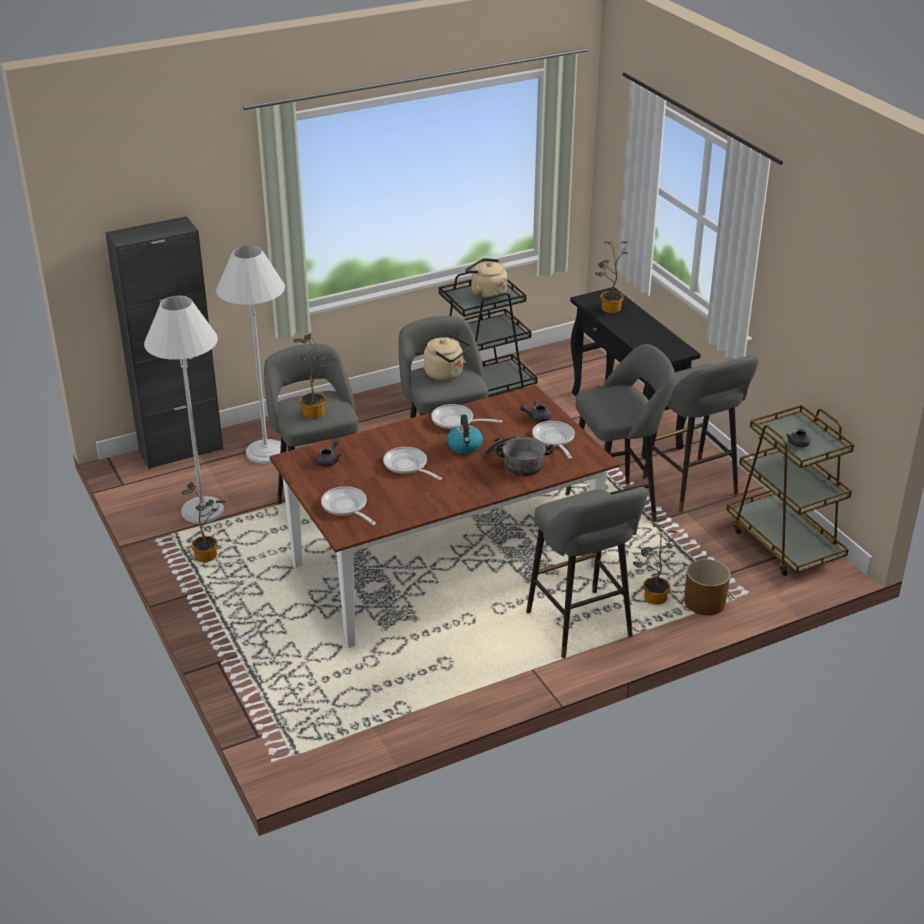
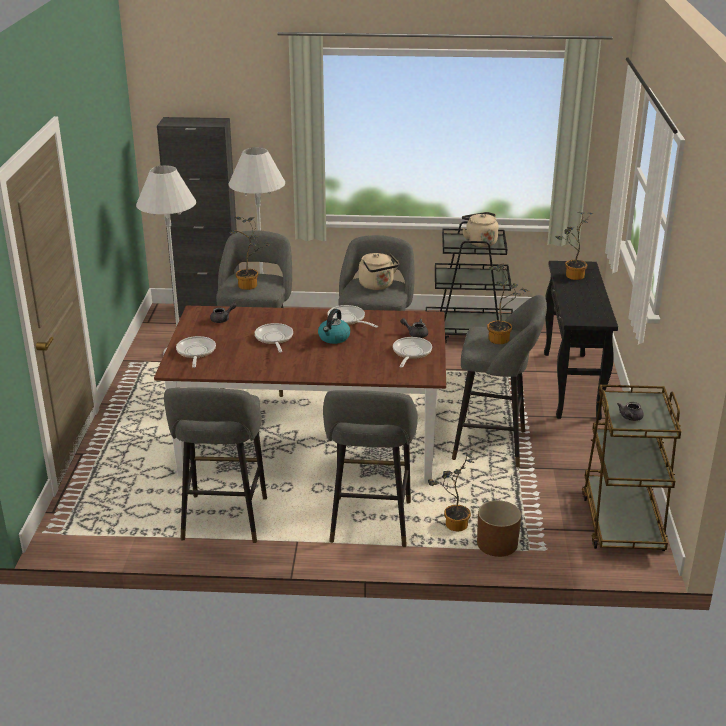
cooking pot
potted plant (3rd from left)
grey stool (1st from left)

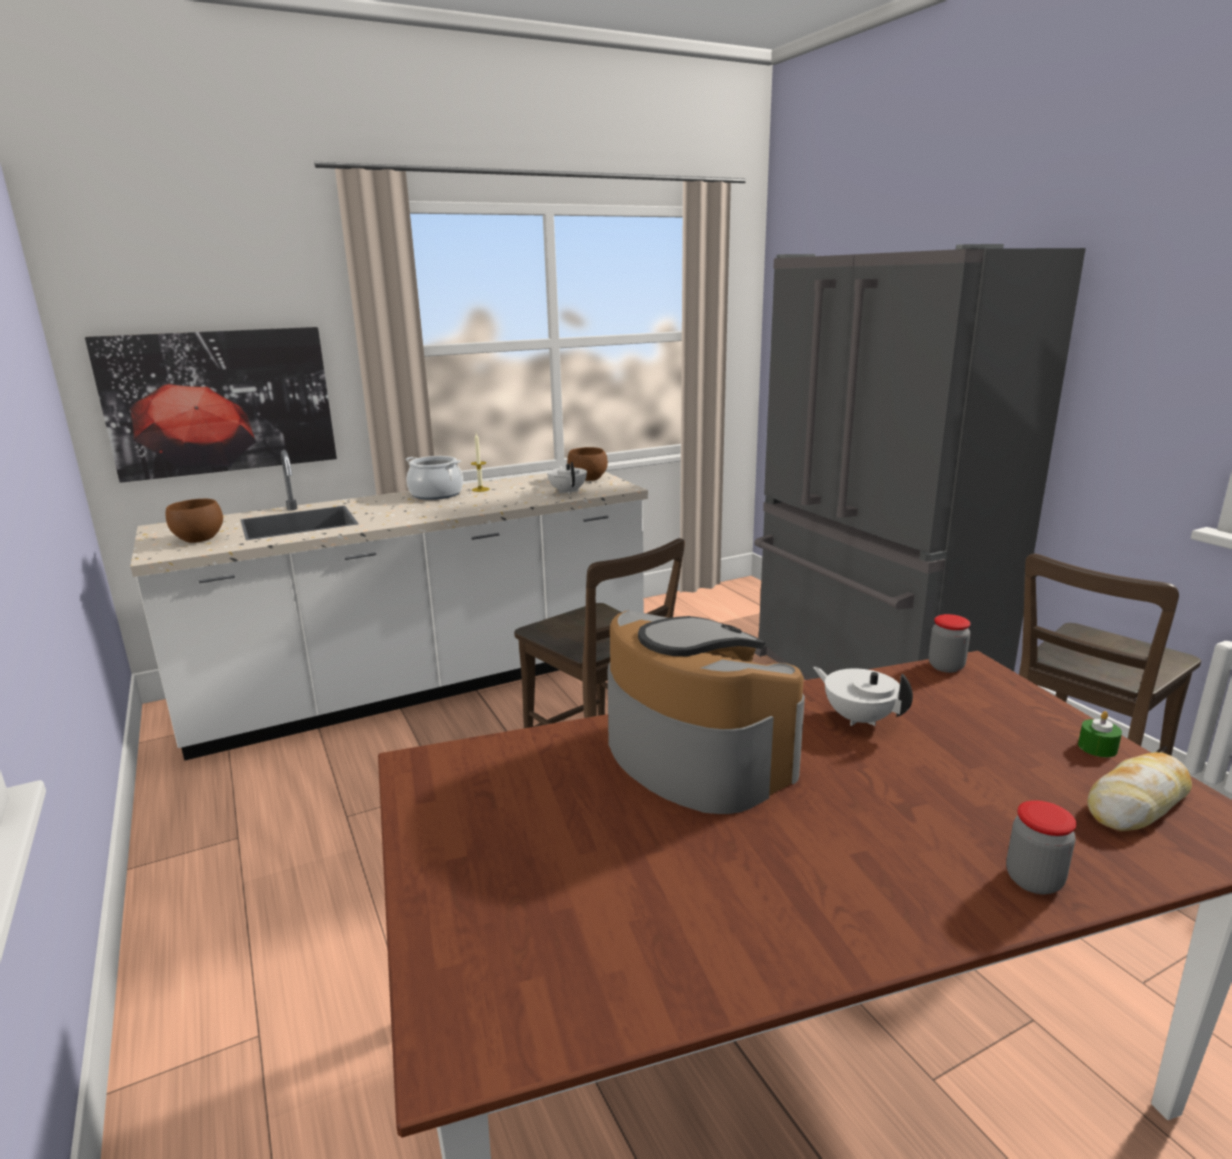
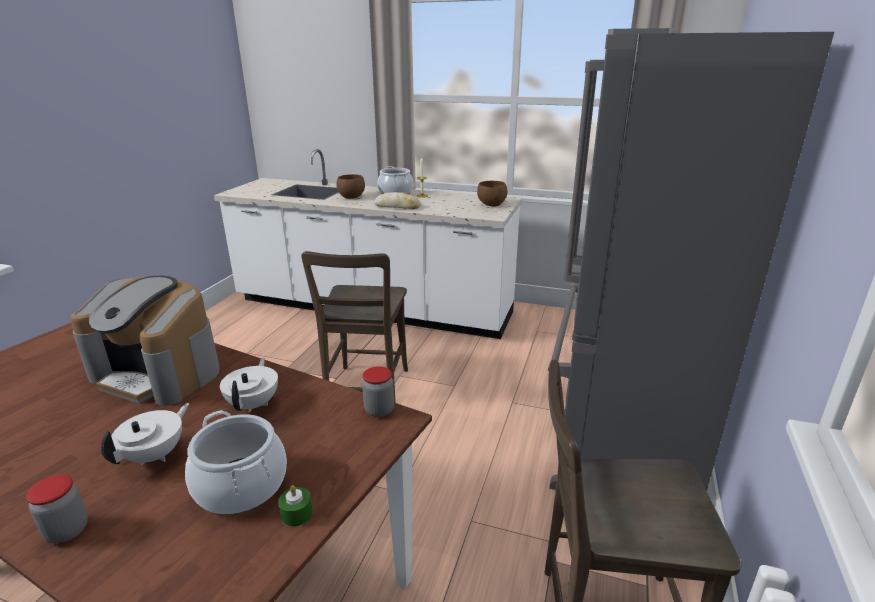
picture
cooking pot (1st from left)
brown bowl (1st from left)
white teapot (1st from left)
bread
coffee machine

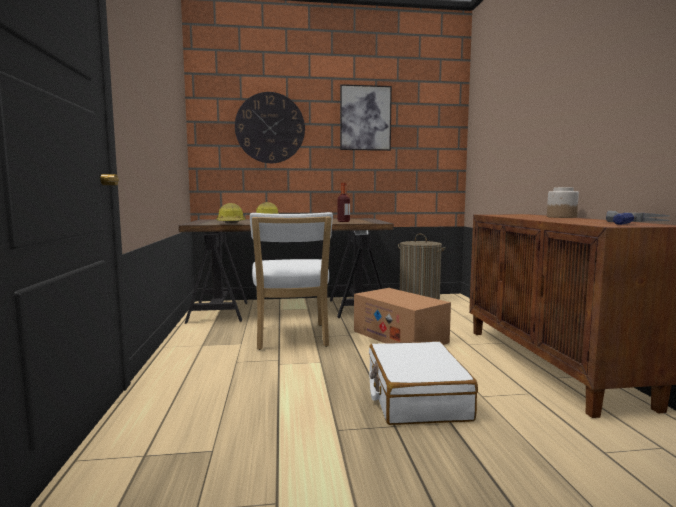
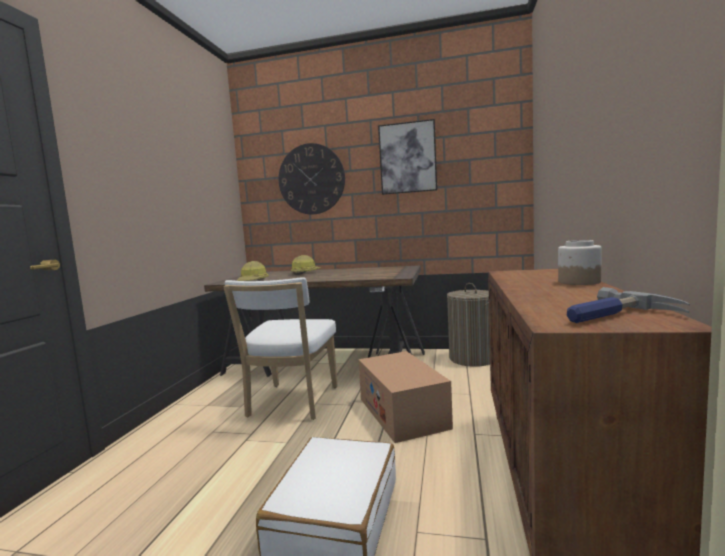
bottle

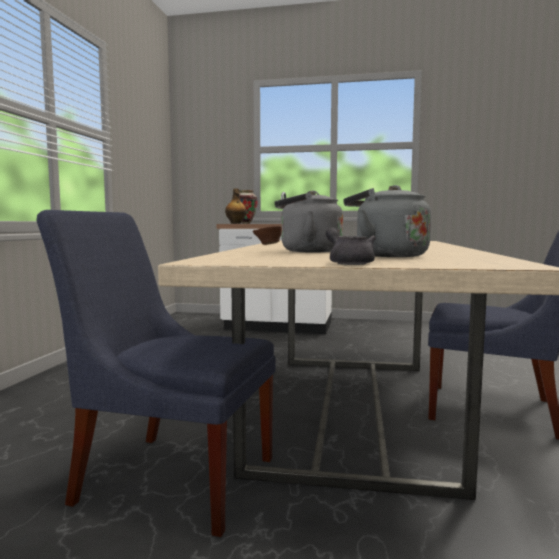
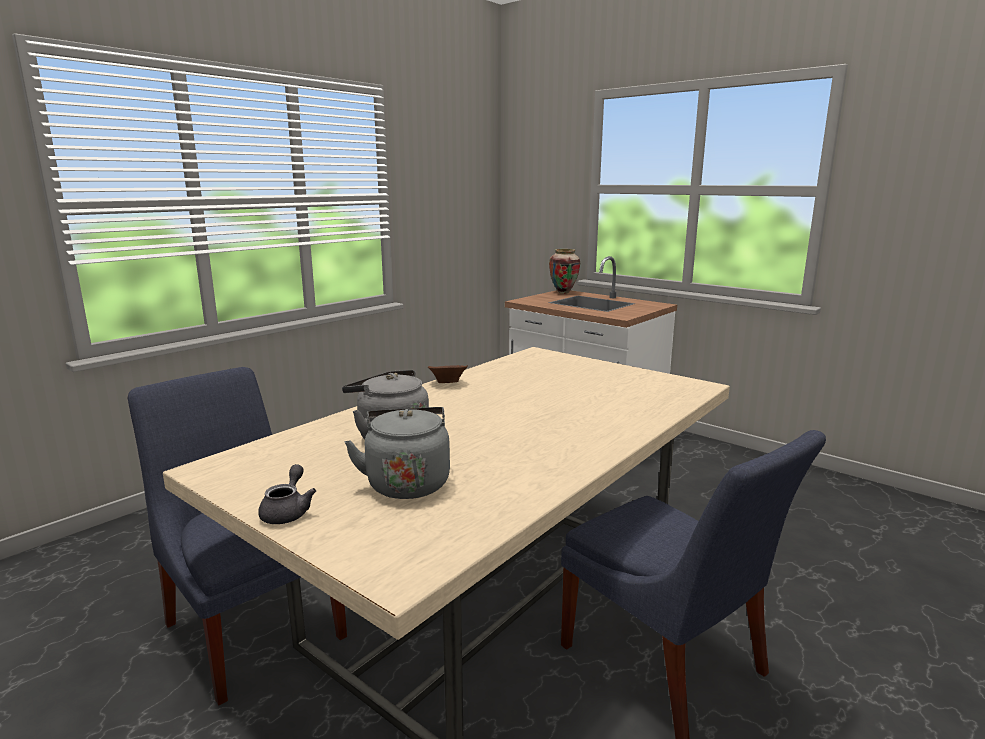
bottle

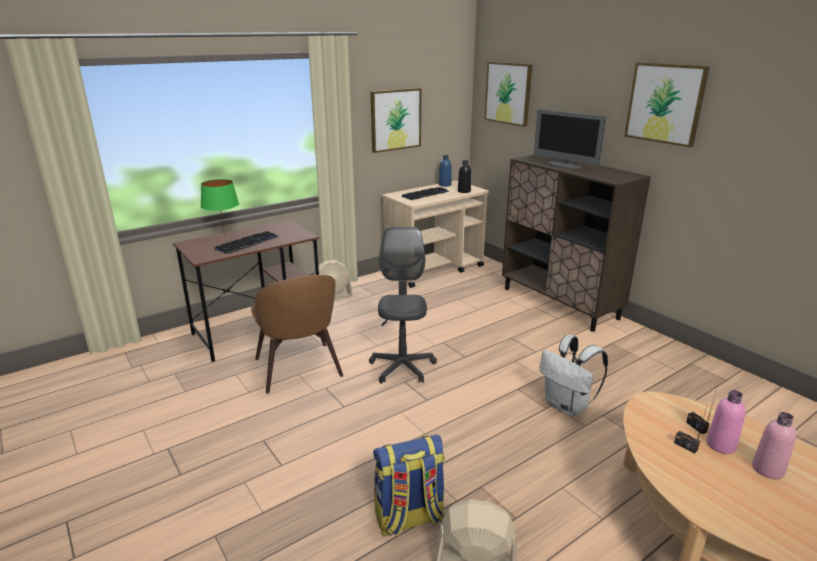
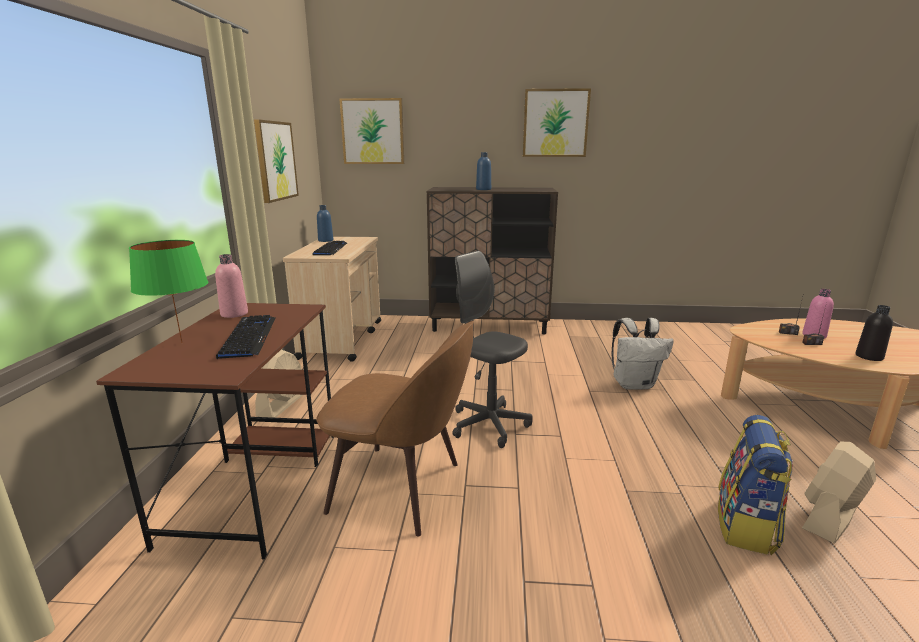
black bottle
pink bottle (1st from left)
blue bottle (2nd from left)

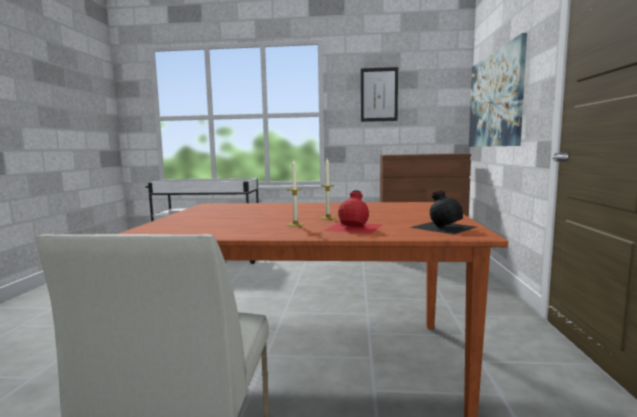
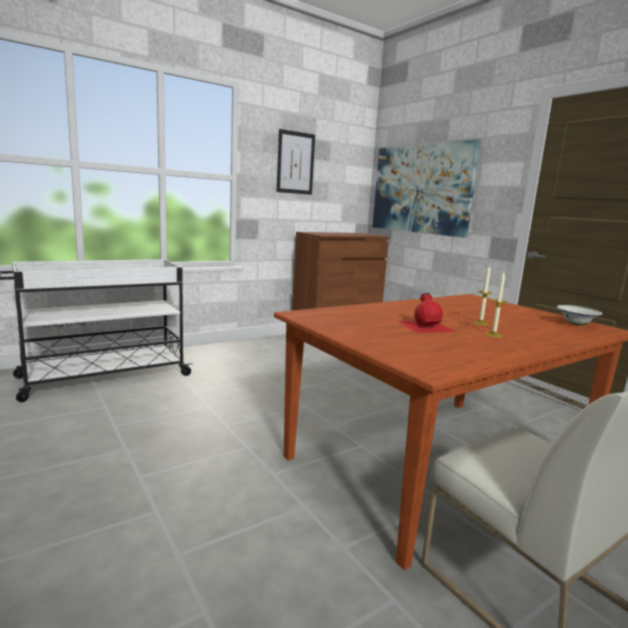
red bottle
white bowl

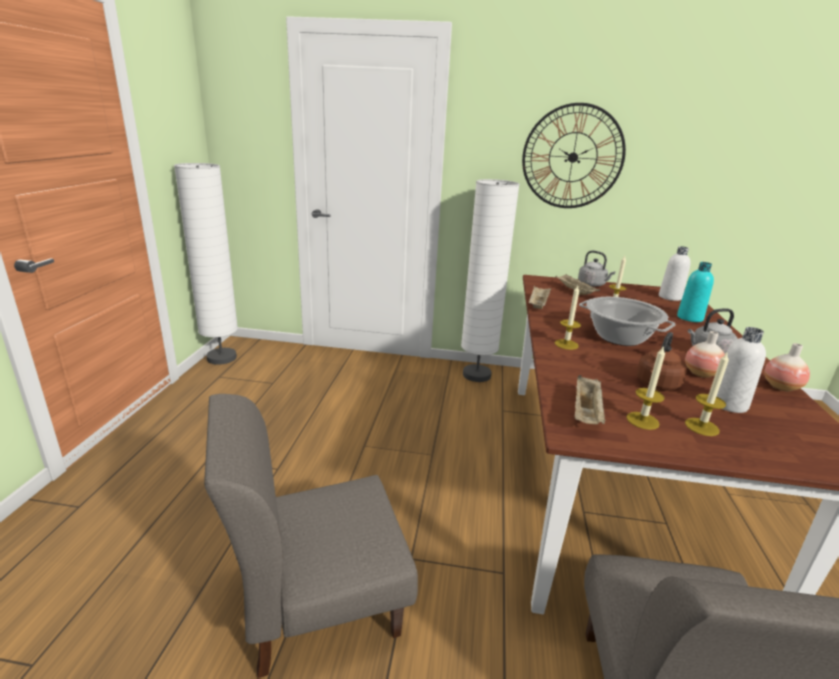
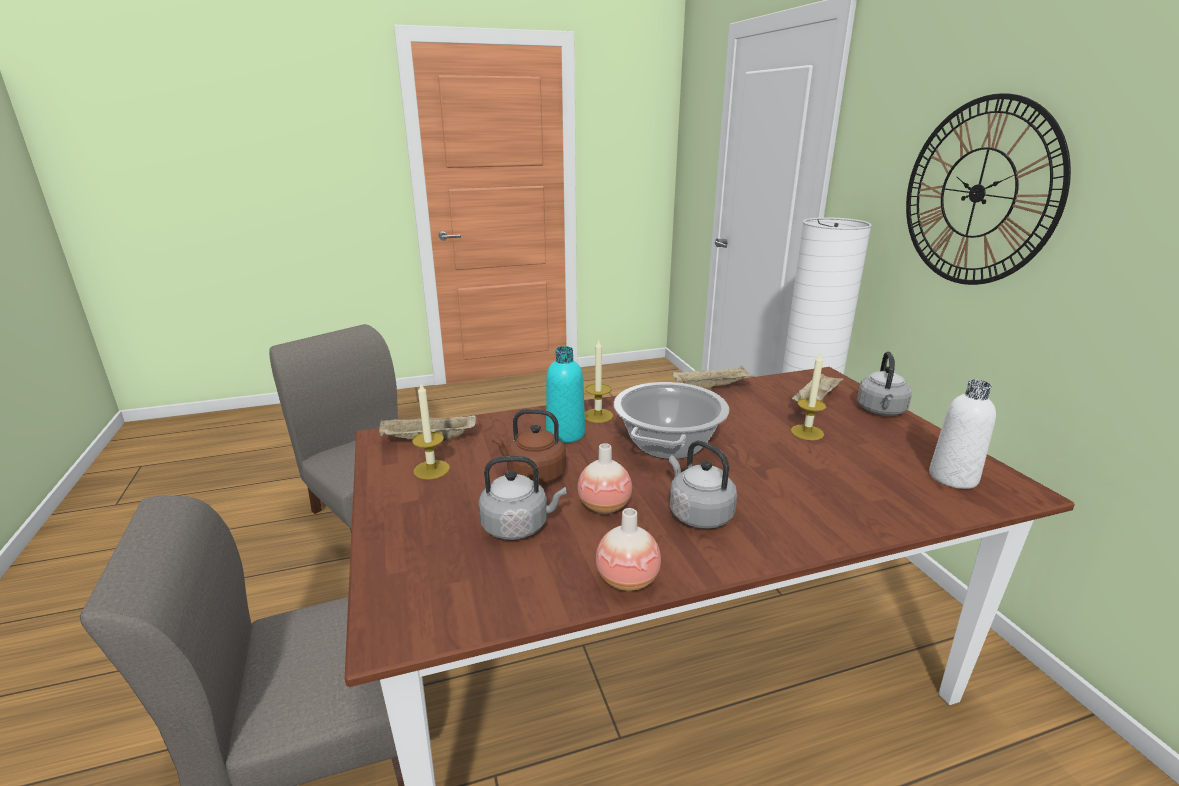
white floor lamp (1st from left in the first image)
candle (4th from left in the first image)
turquoise bottle
grey kettle (1st from left)

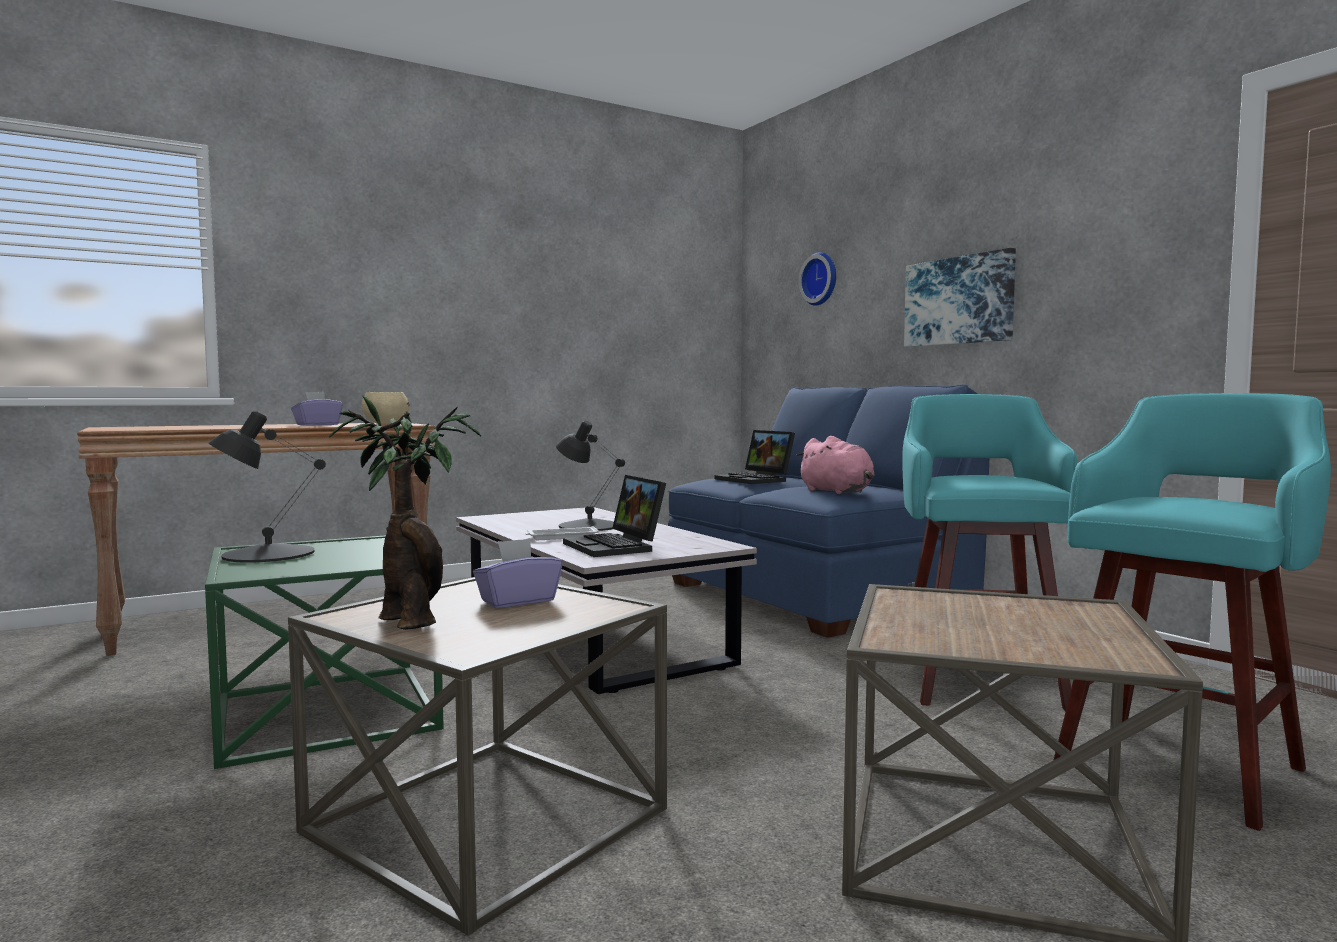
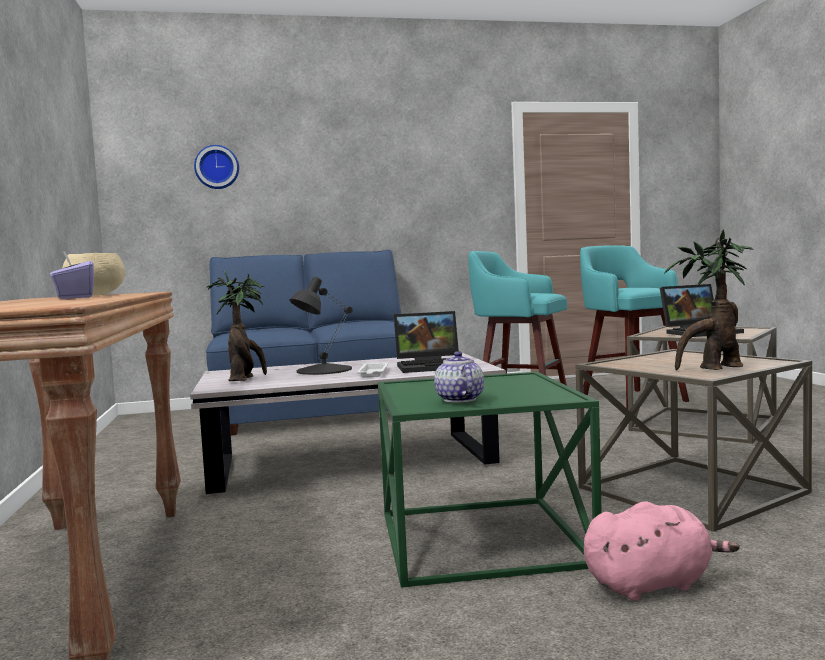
purple tissue box (2nd from left in the first image)
picture
potted plant (1st from left)
laptop (2nd from left)
pink plush toy
teapot

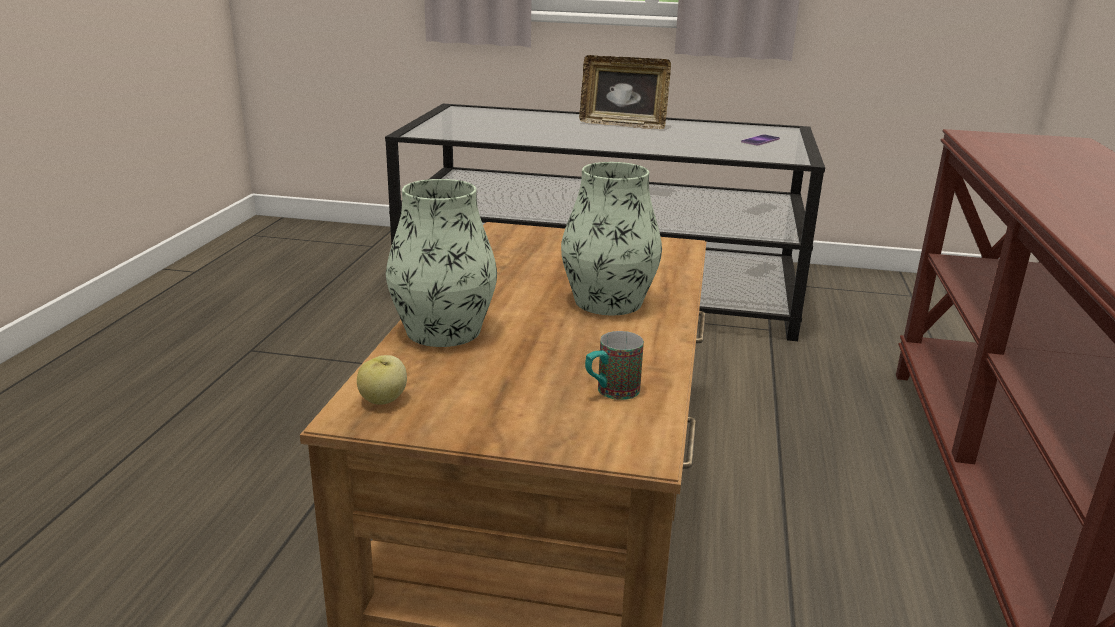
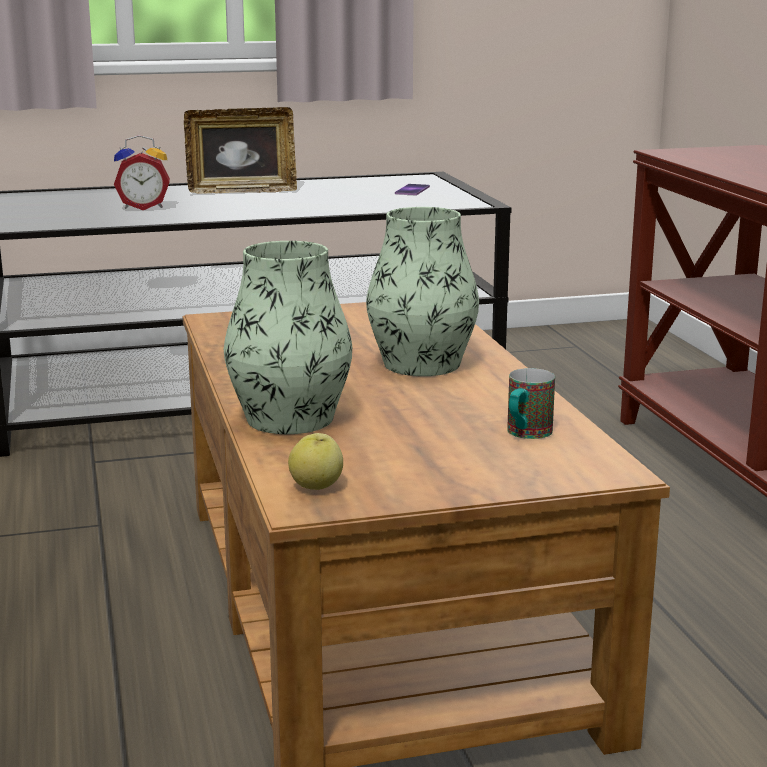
alarm clock

